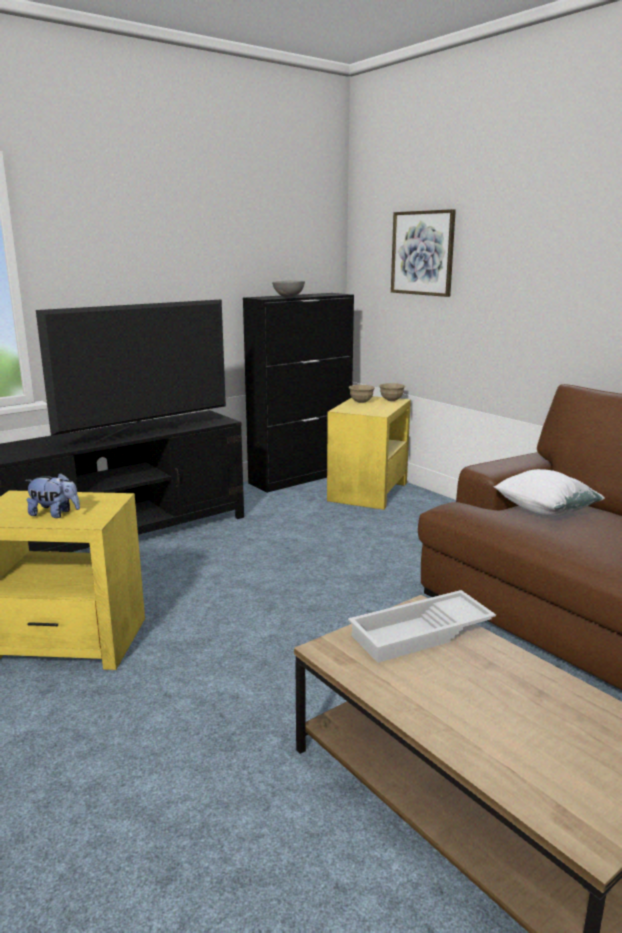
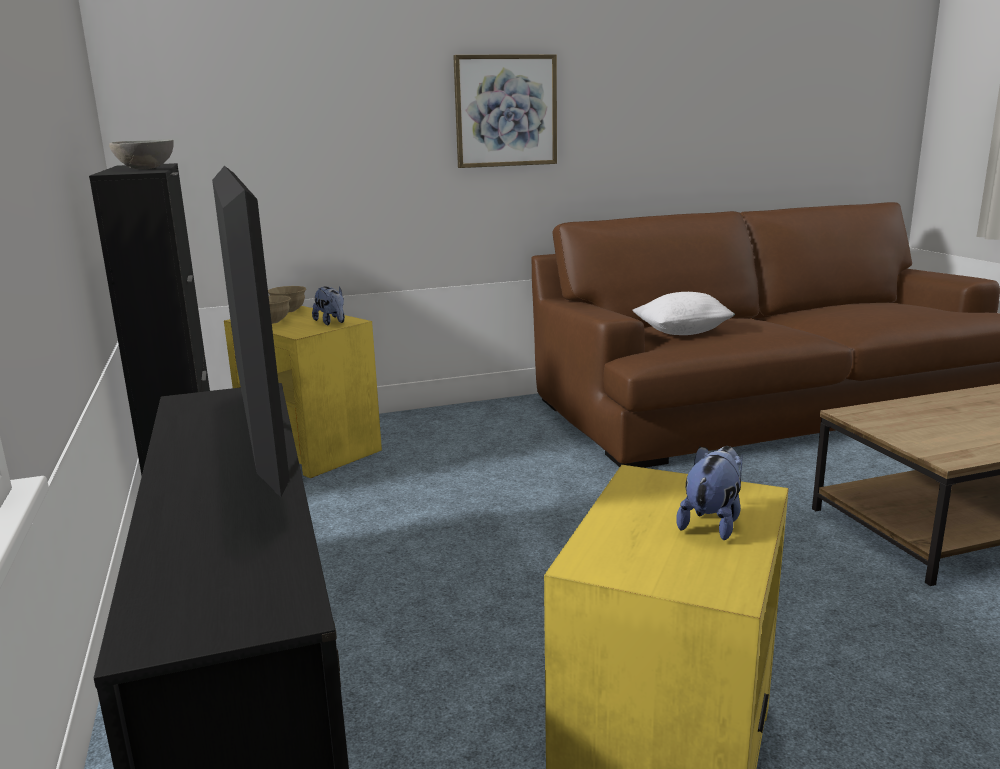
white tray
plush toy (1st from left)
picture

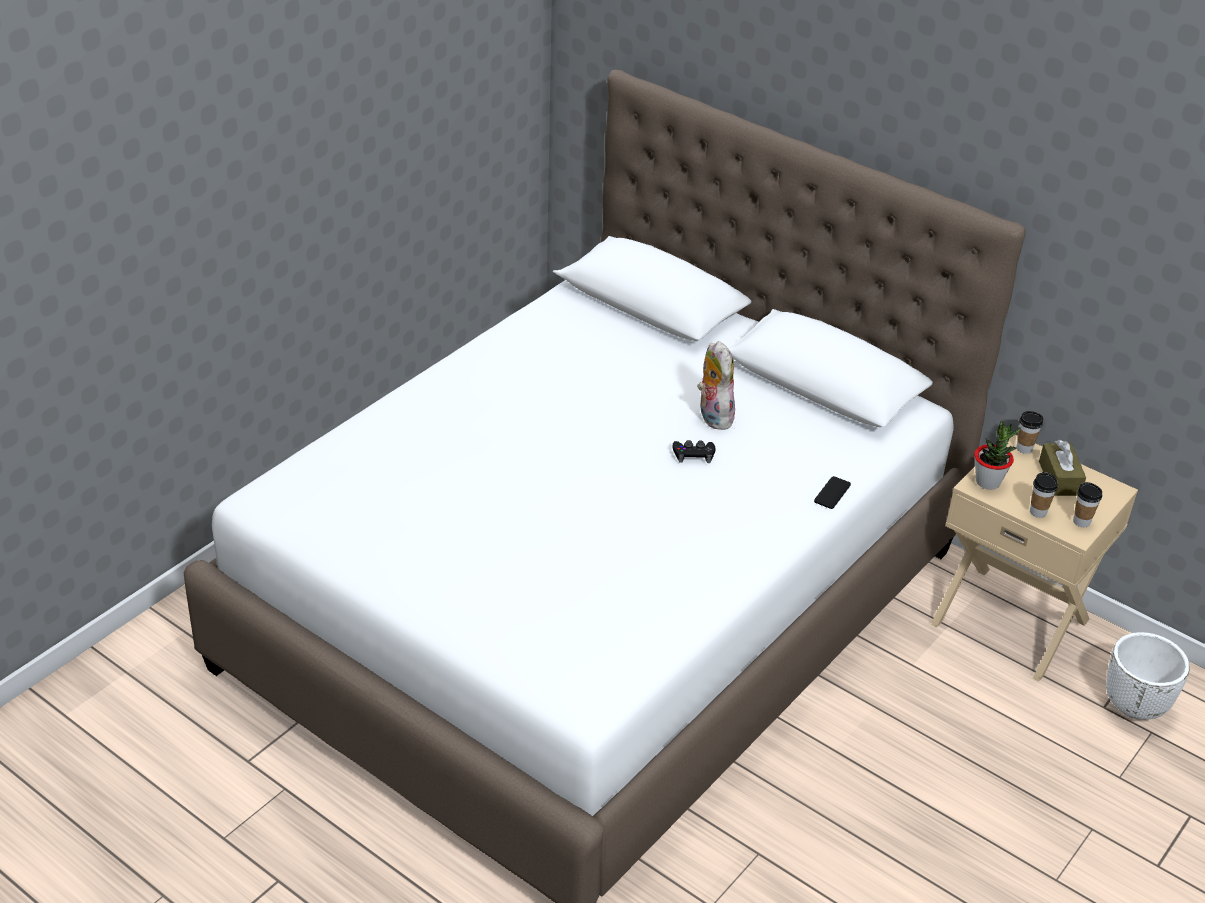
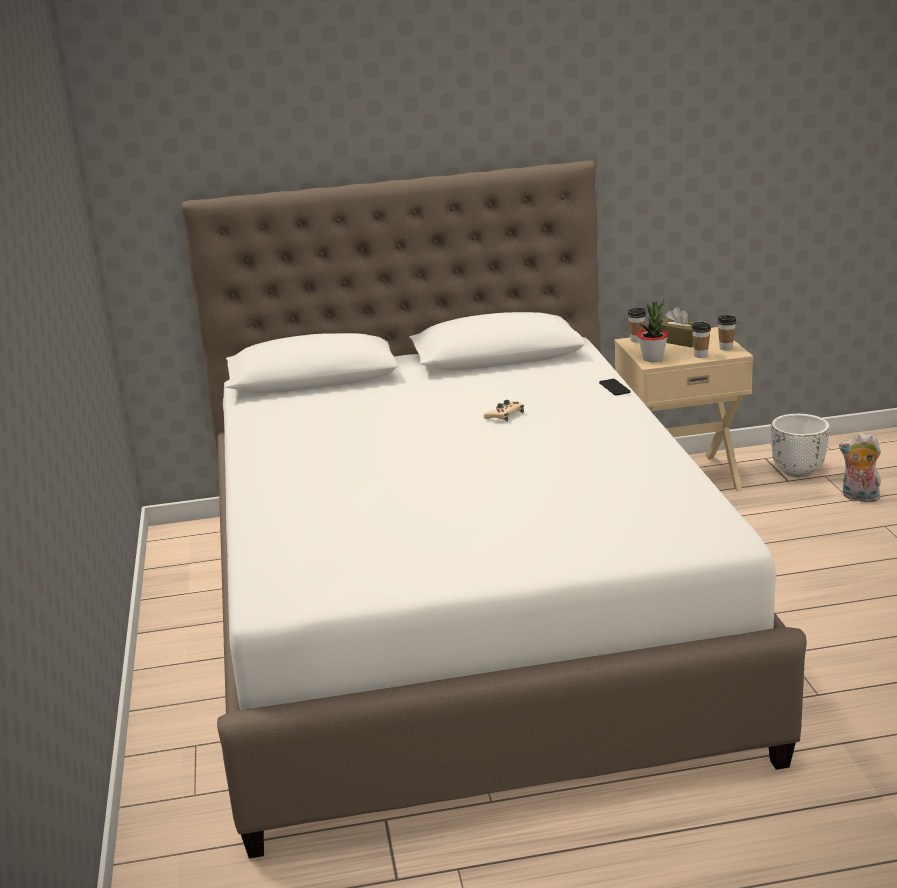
plush toy
beige game controller

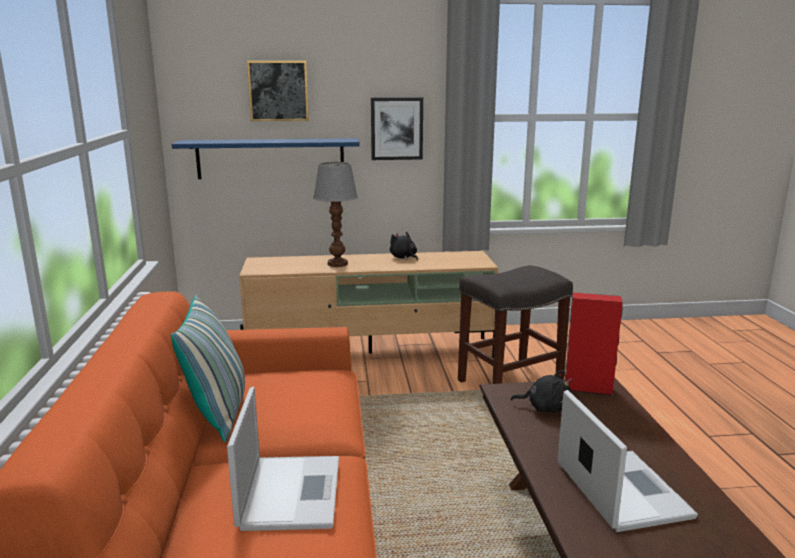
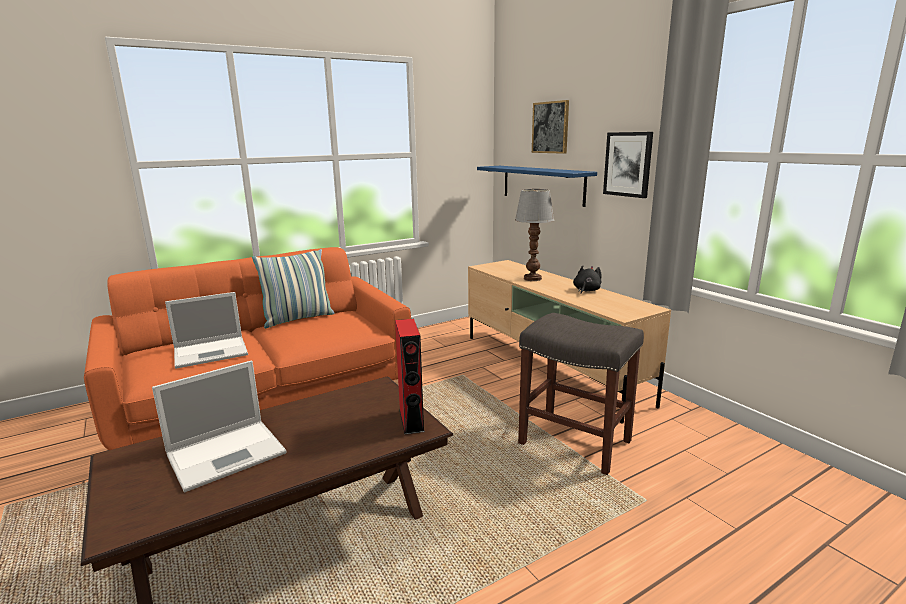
black plush toy (2nd from left in the first image)

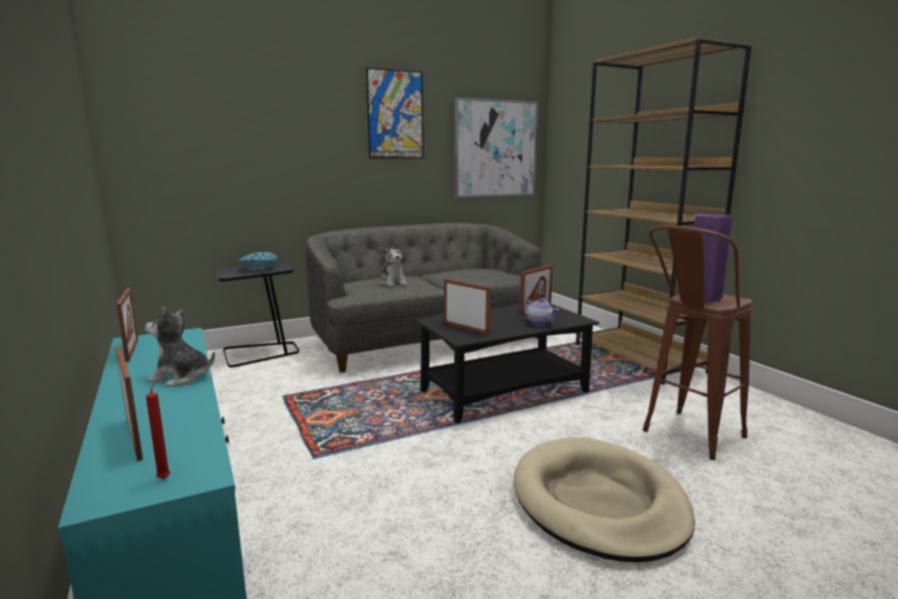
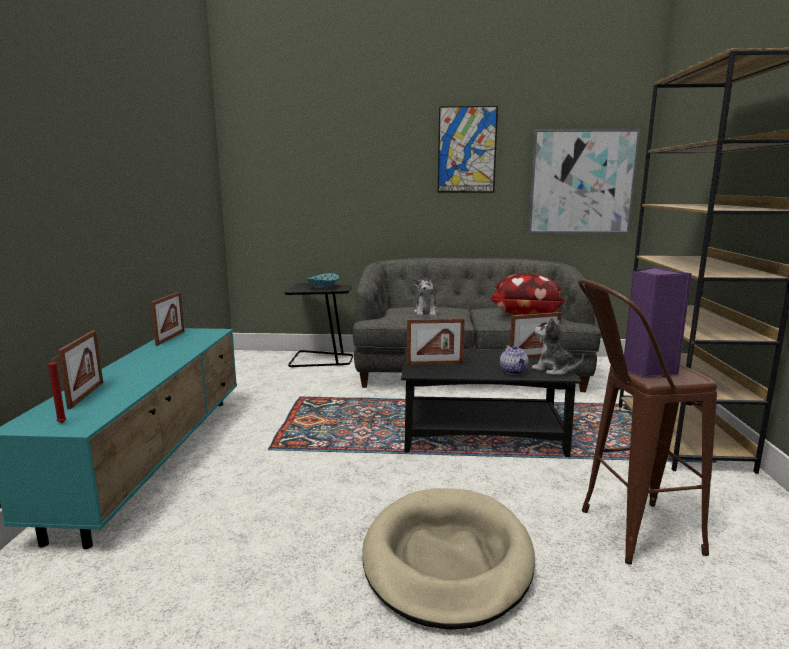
pillow
plush toy (2nd from left)
picture frame (3rd from left)

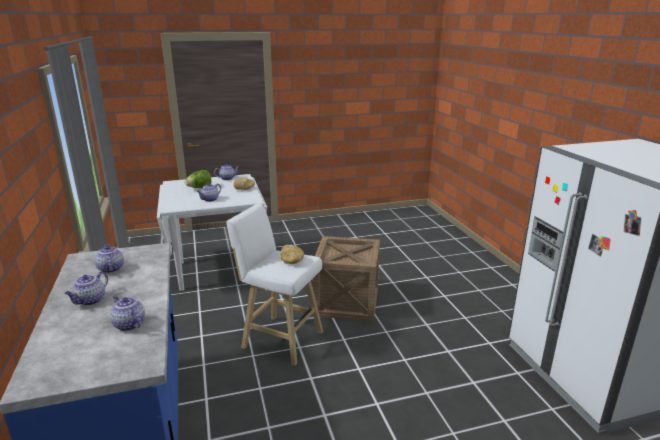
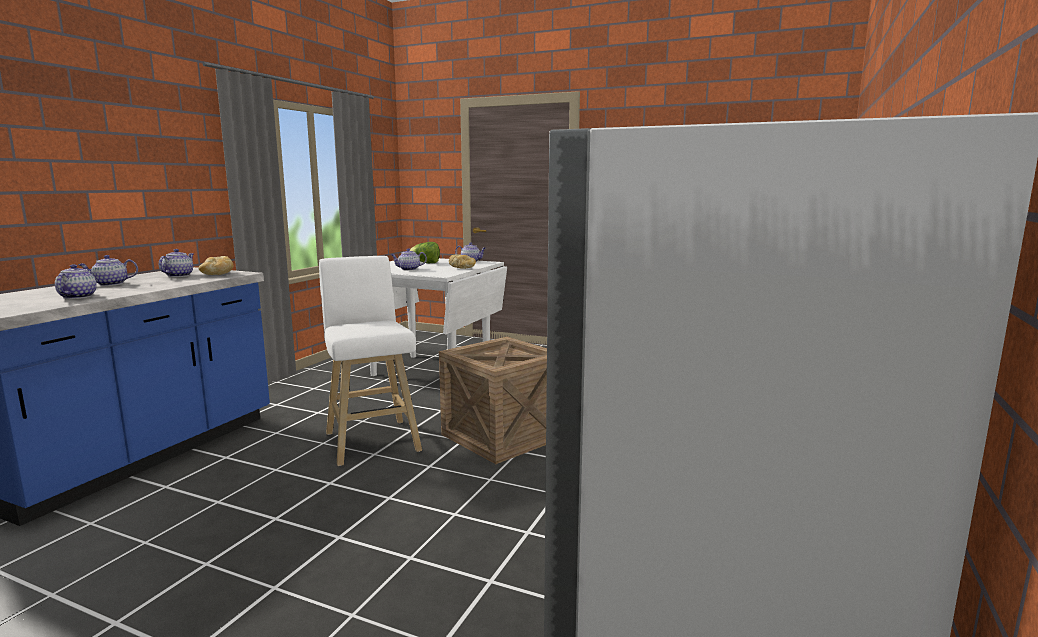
bread (1st from left)

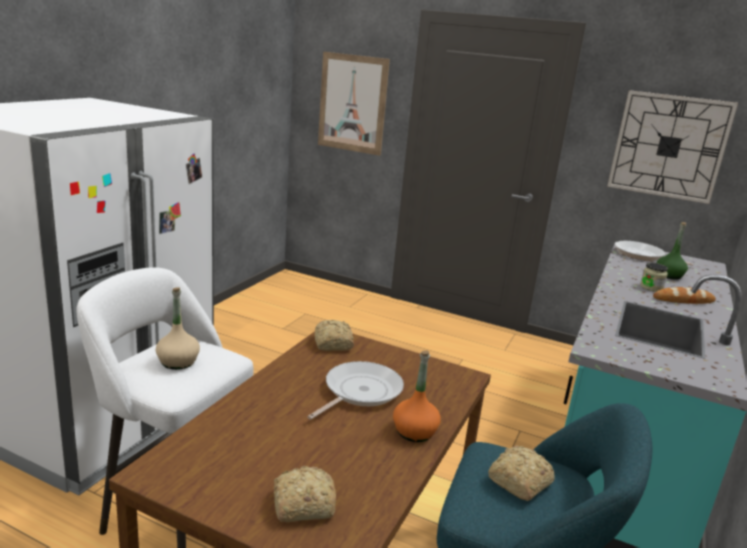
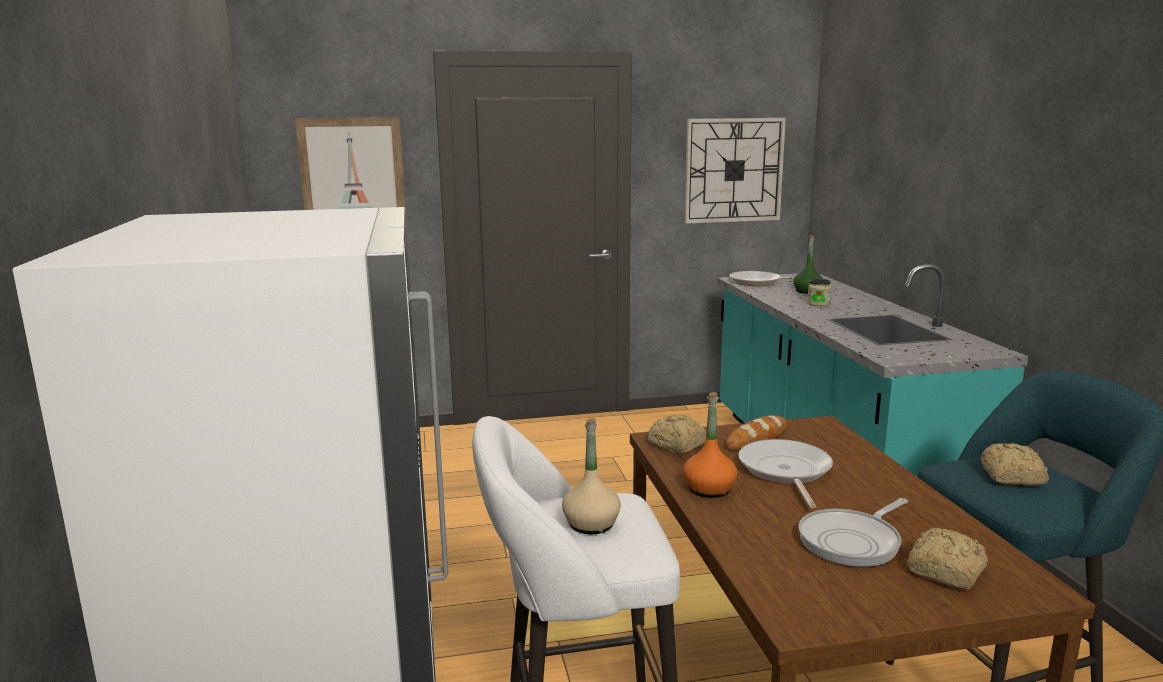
frying pan (3rd from left)
orange bottle
bread (2nd from left)

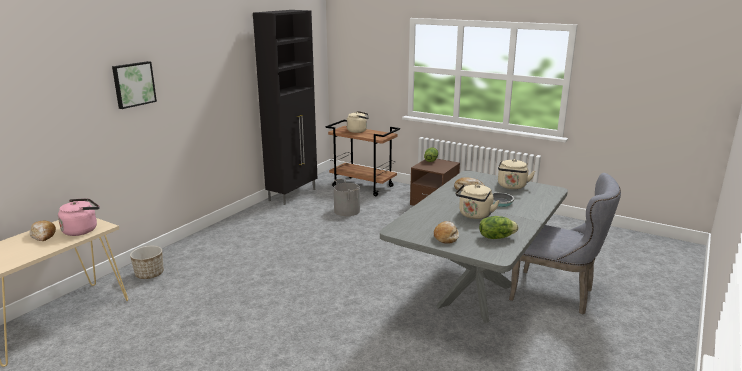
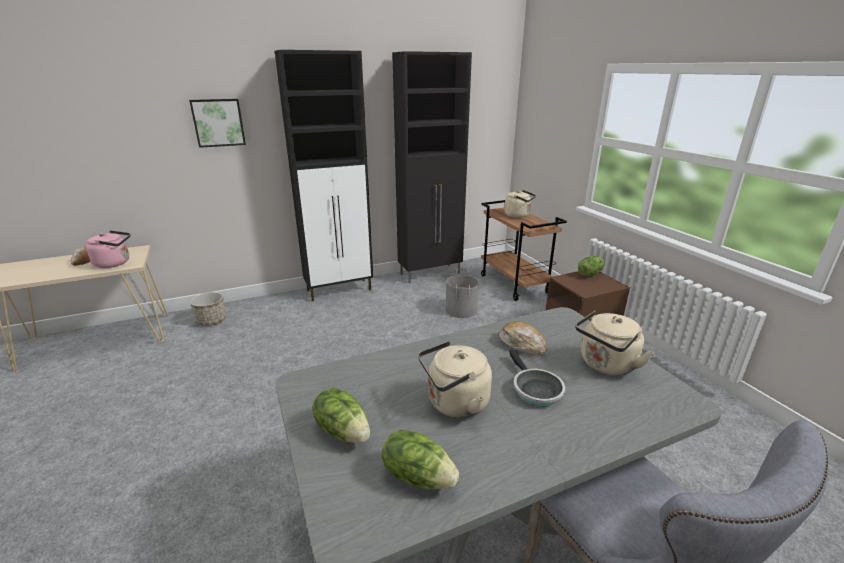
black cabinet (1st from left)
lettuce (1st from left)

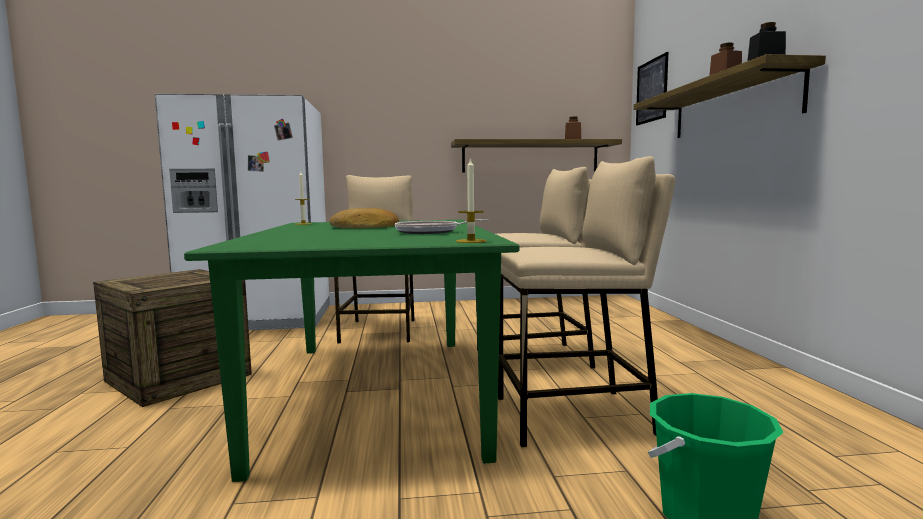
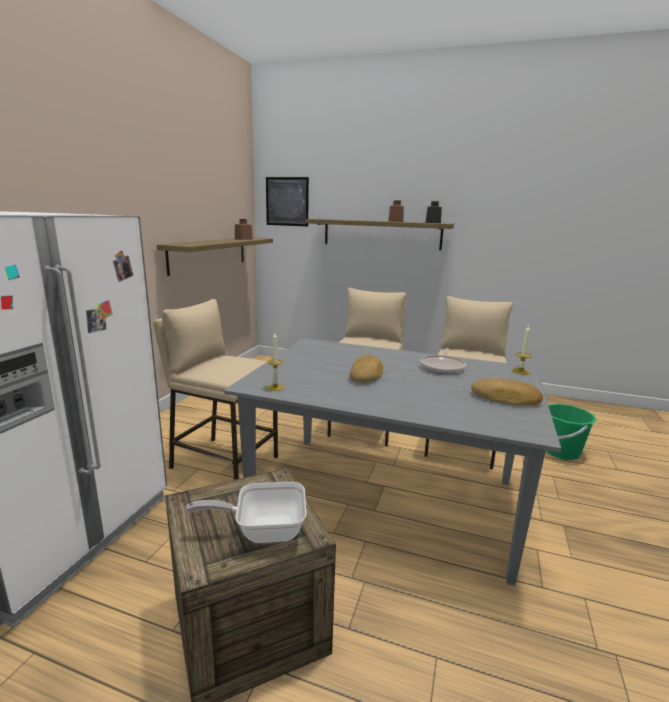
frying pan (1st from left)
bread (2nd from left)
grey dining table

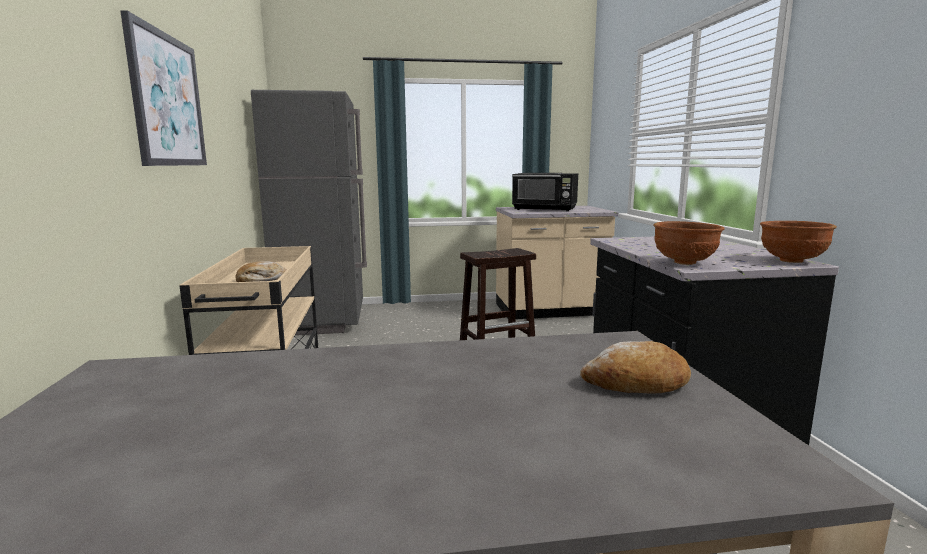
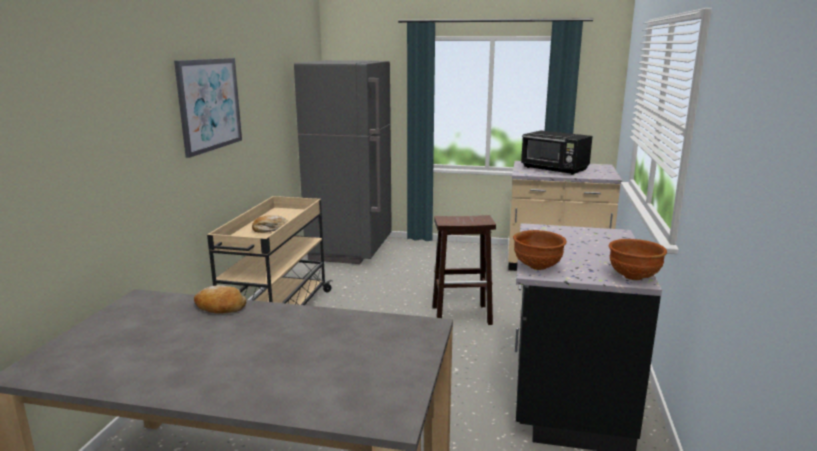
bread (1st from left)

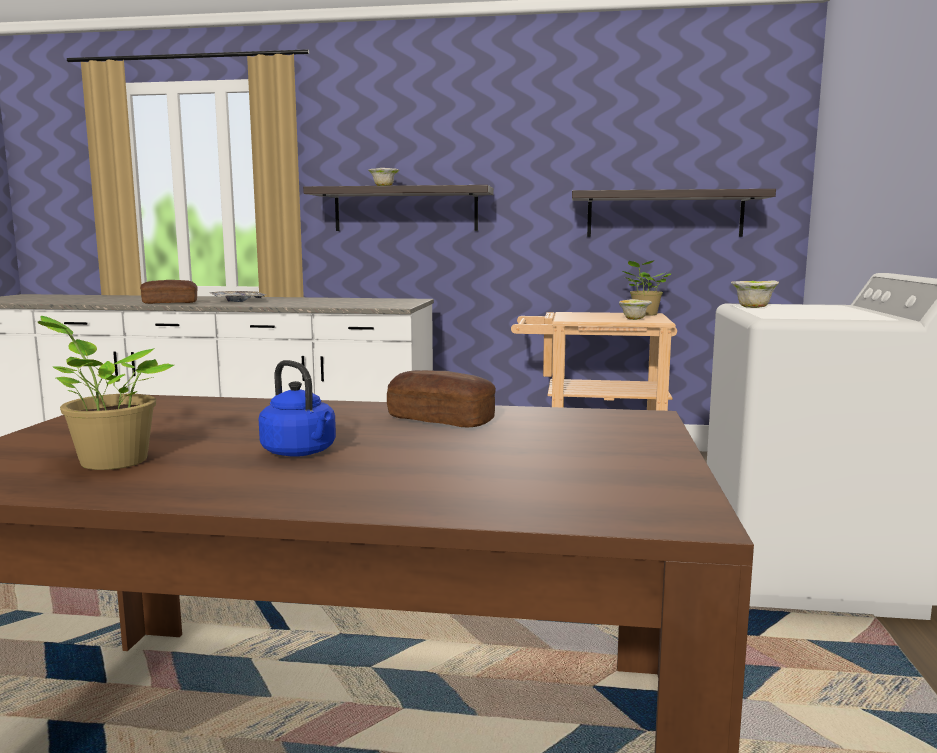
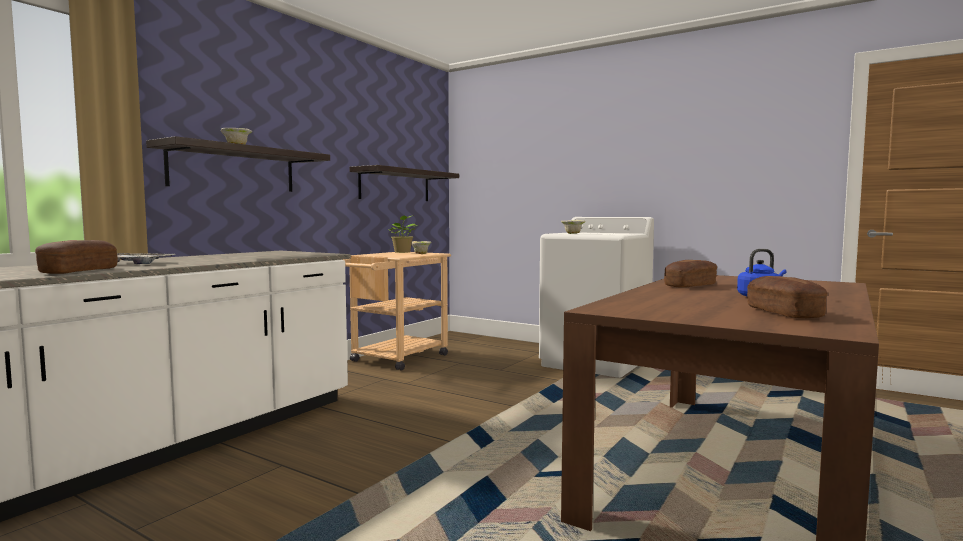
bread (3rd from left)

